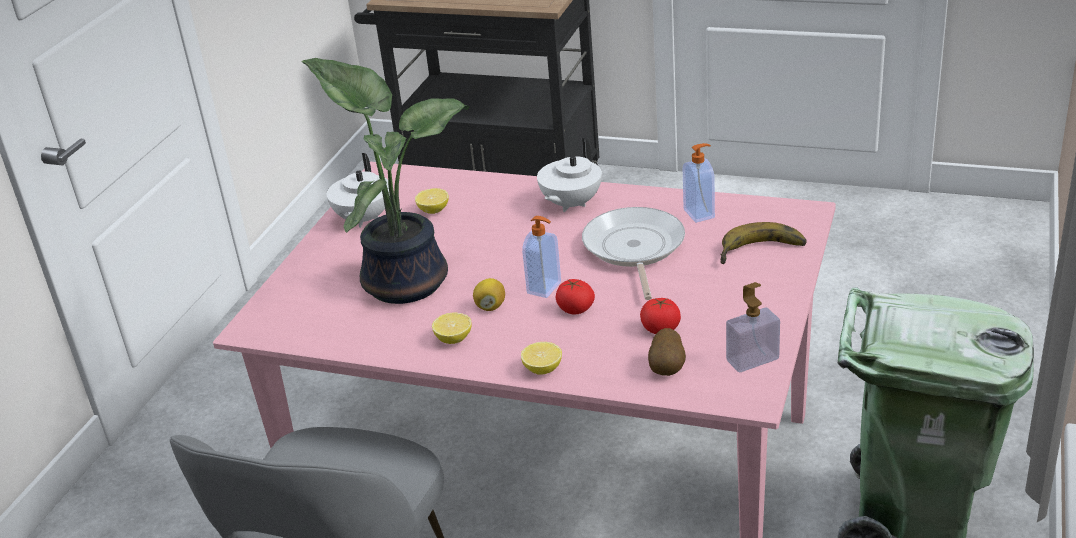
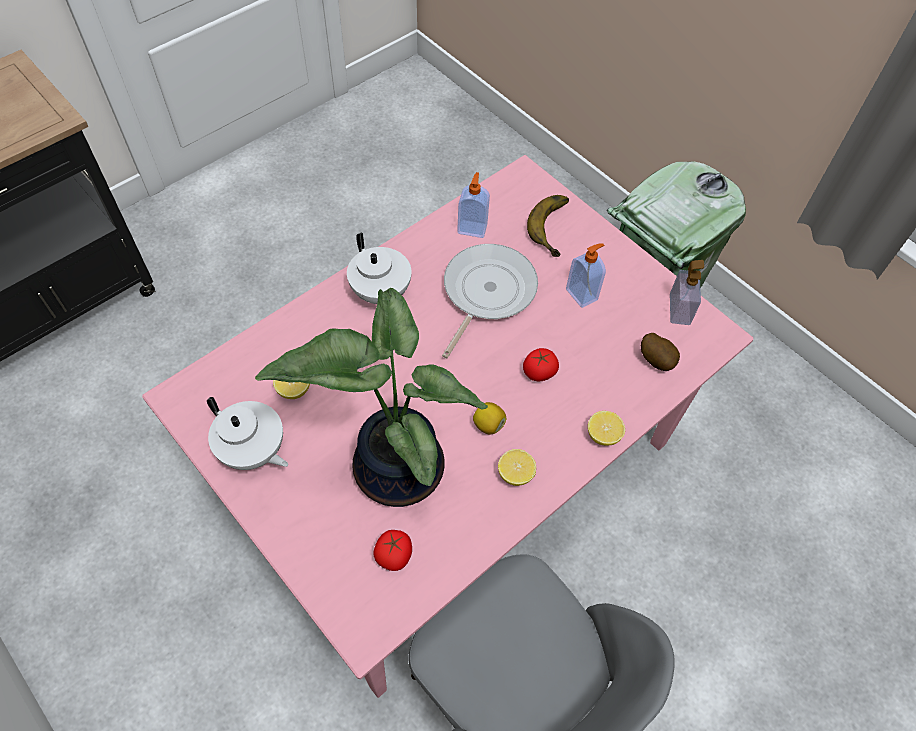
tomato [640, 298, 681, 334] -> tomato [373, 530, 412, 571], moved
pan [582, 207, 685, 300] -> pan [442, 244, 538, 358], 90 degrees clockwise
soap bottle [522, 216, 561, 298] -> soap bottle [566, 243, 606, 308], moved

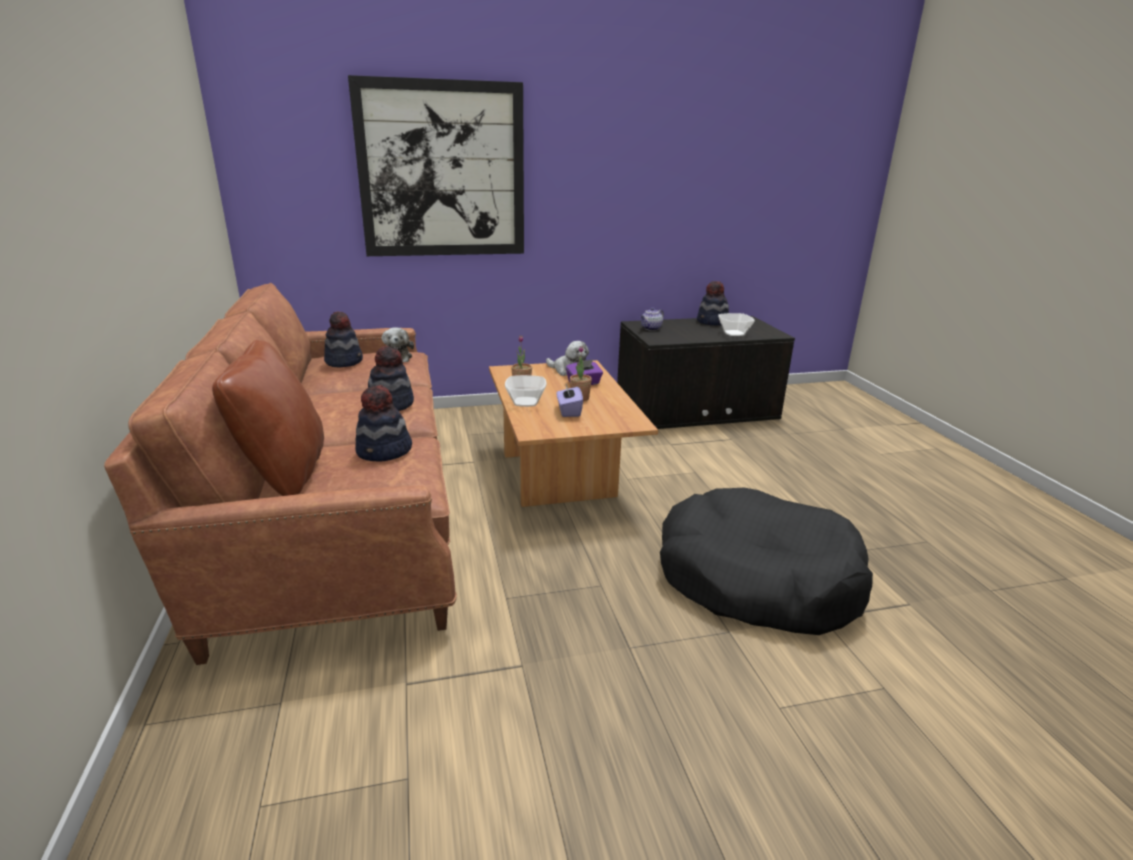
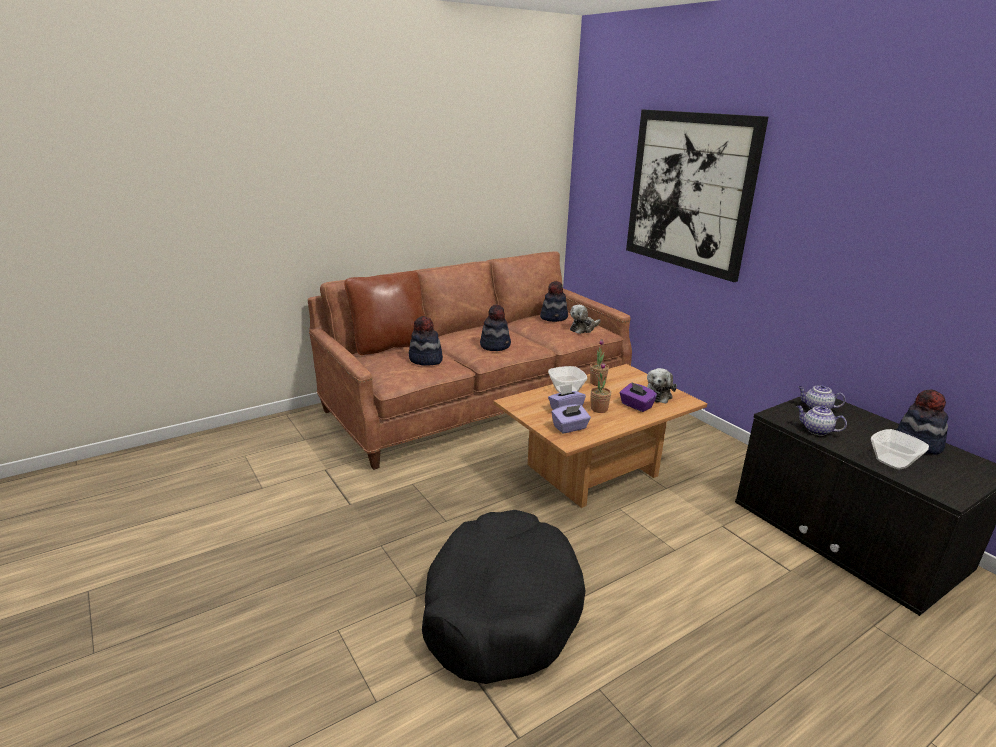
none -> purple-coloured box of tissues [552, 404, 591, 434]
none -> tea pot [797, 405, 847, 436]

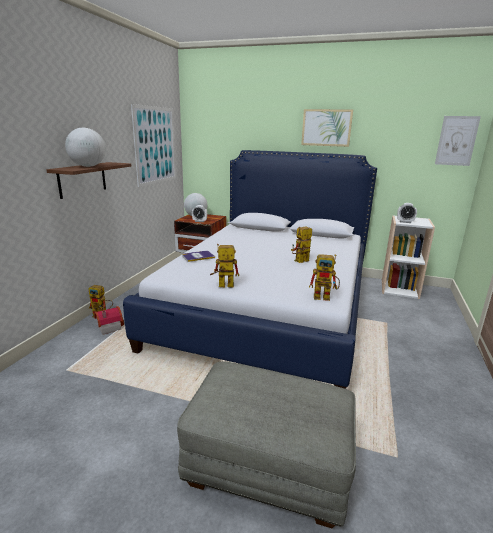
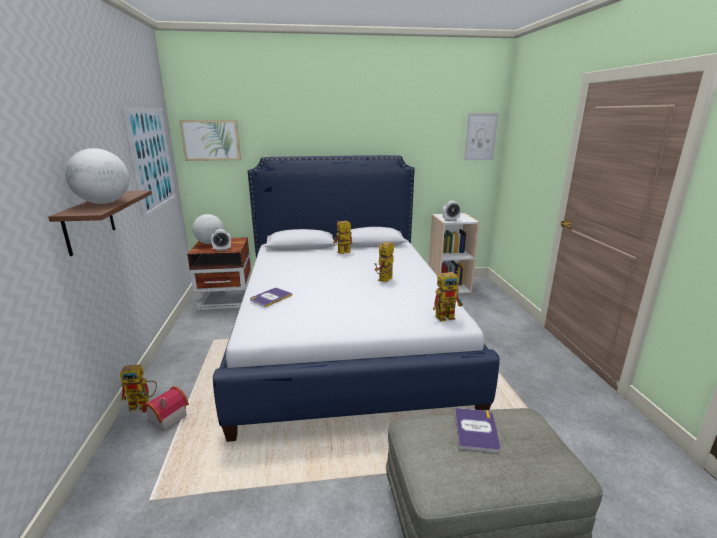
wall picture [301, 109, 353, 147] -> wall picture [179, 120, 241, 161], moved
toy robot [210, 244, 239, 288] -> toy robot [333, 221, 353, 254], moved
none -> bound book [454, 408, 501, 453]

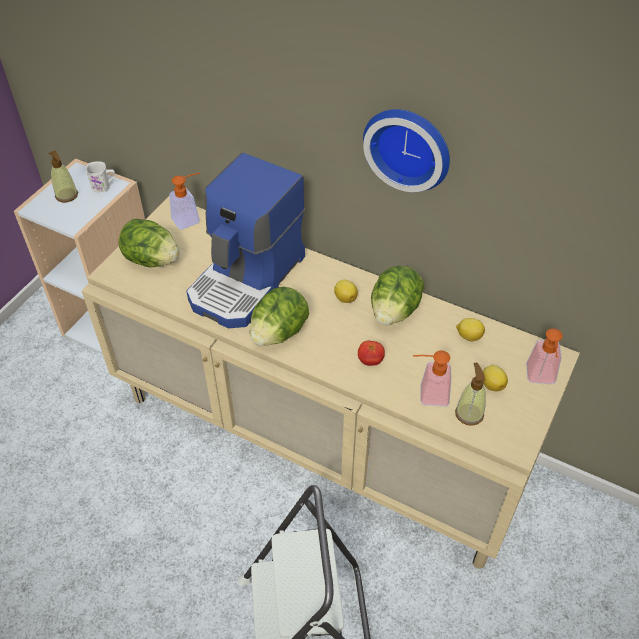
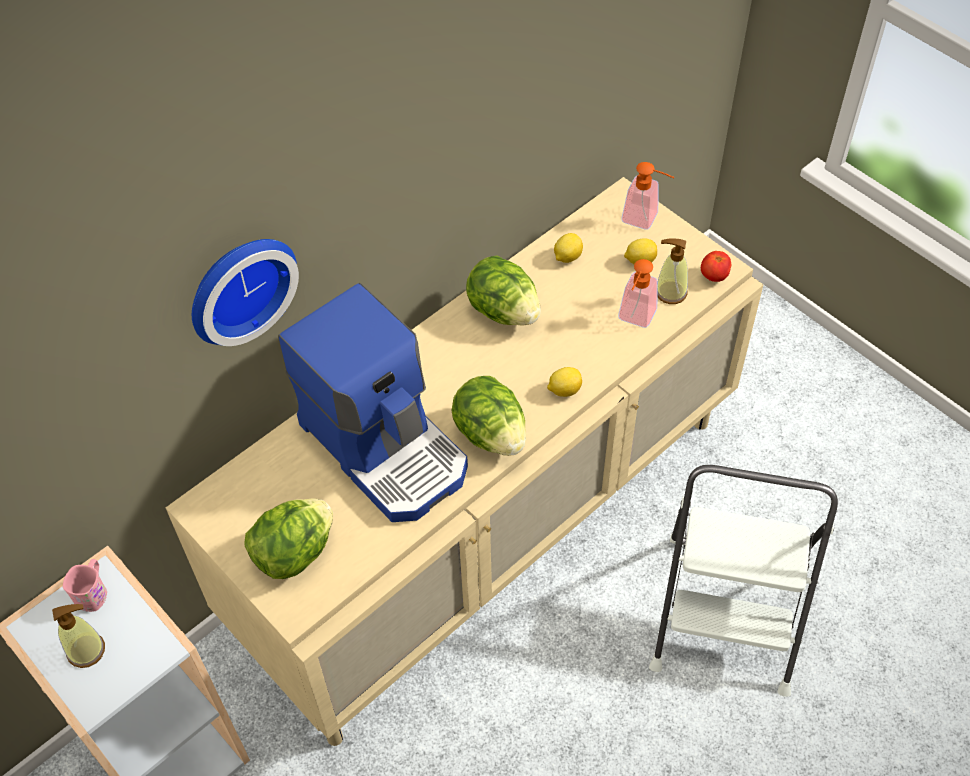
white-coloured tea mug [86, 161, 115, 192] -> pink-coloured tea mug [63, 559, 107, 612]
wall clock [363, 109, 450, 192] -> wall clock [192, 239, 299, 346], moved
citrus fruit [334, 280, 358, 303] -> citrus fruit [547, 367, 582, 397], moved
tomato [358, 341, 385, 366] -> tomato [701, 251, 731, 282], moved
soap bottle [169, 173, 200, 230] -> none

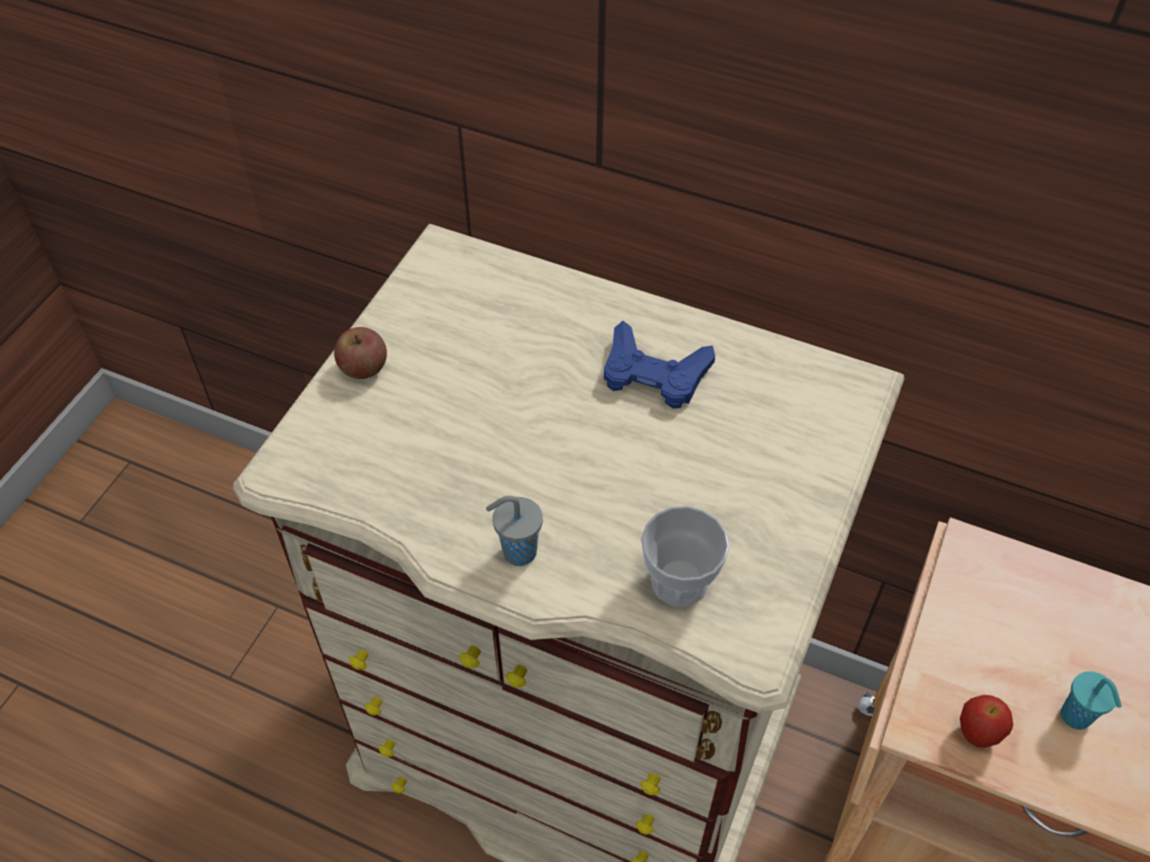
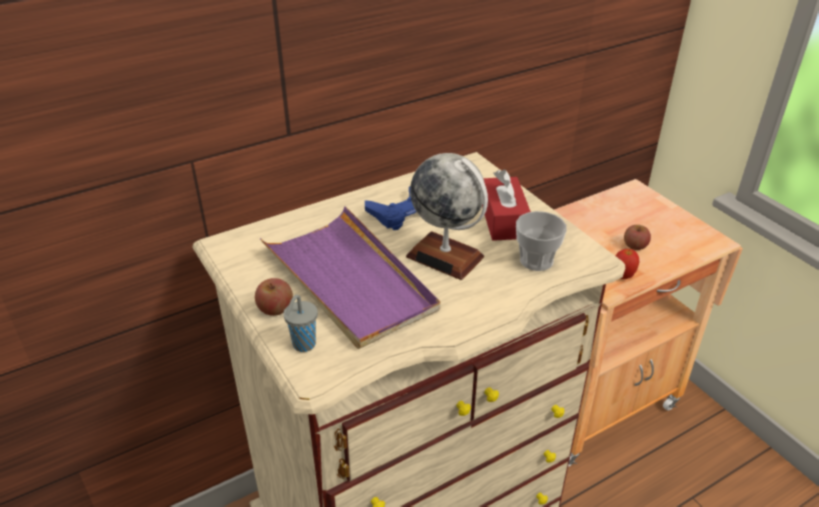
none -> purple-coloured tray [260, 206, 440, 349]
greyish drinking cup [486, 496, 543, 566] -> greyish drinking cup [283, 295, 318, 352], moved
none -> desk globe [406, 153, 488, 280]
none -> reddish box of tissues [482, 169, 531, 241]
blue-green drinking cup [1061, 672, 1122, 730] -> apple [624, 225, 651, 250]

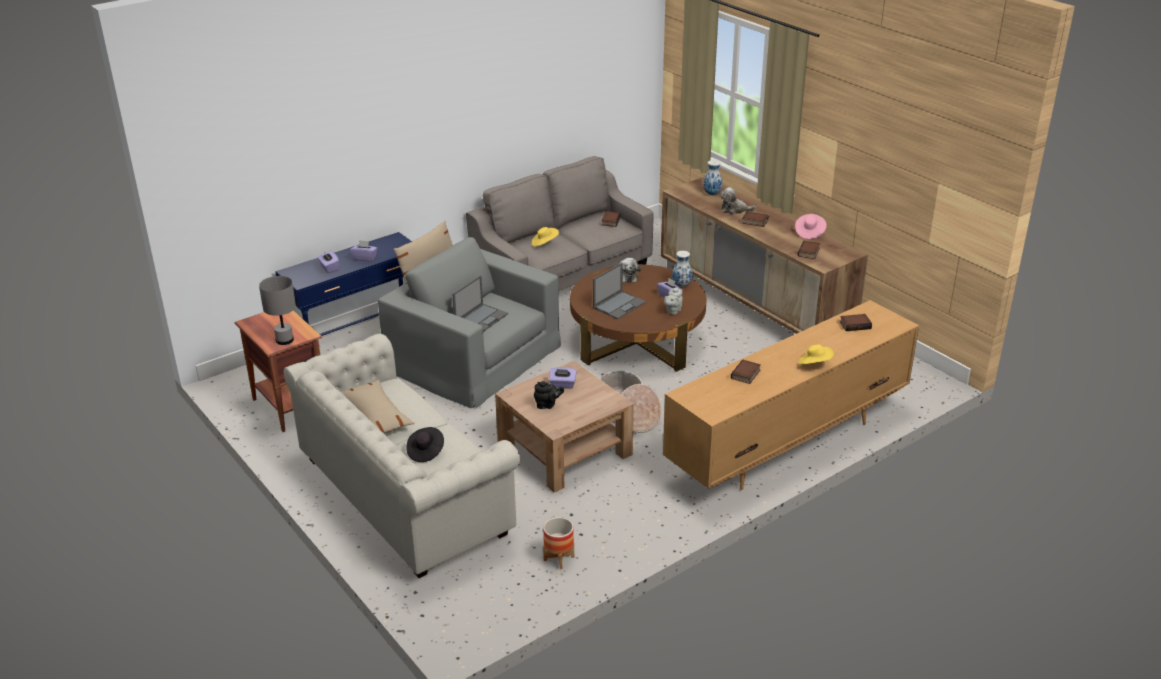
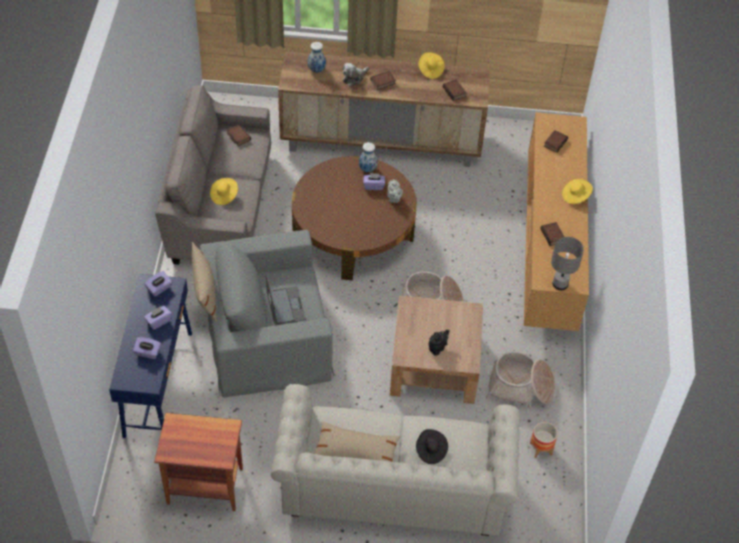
purple-coloured box of tissues [549, 367, 577, 389] -> purple-coloured box of tissues [144, 271, 172, 297], moved
pink-coloured hat [795, 214, 827, 239] -> yellow hat [418, 52, 445, 79]
none -> household basket [486, 351, 555, 409]
greyish lamp for a table [259, 276, 296, 345] -> greyish lamp for a table [551, 237, 584, 290], moved
laptop [593, 263, 646, 319] -> none
plush toy [620, 258, 641, 283] -> none

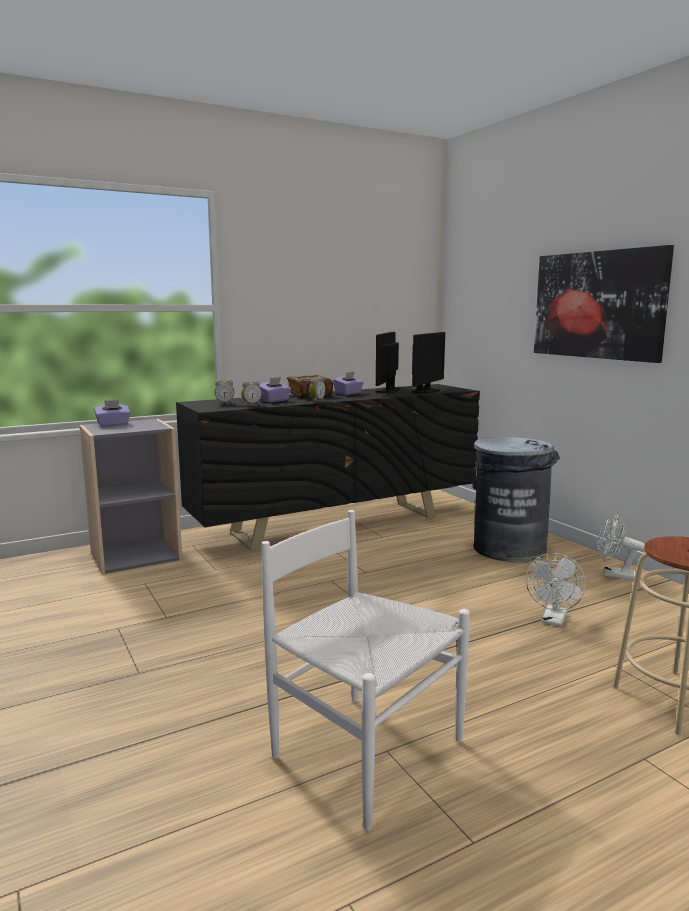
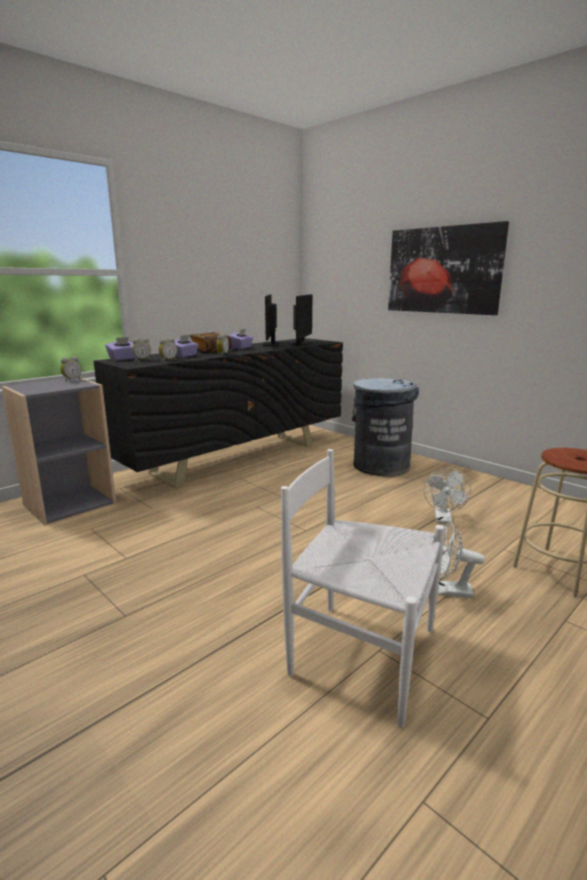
none -> table clock [60, 356, 81, 381]
purple-coloured box of tissues [94, 400, 130, 427] -> purple-coloured box of tissues [105, 337, 136, 360], moved
white-coloured cooling fan [597, 515, 645, 580] -> white-coloured cooling fan [432, 522, 485, 598], moved

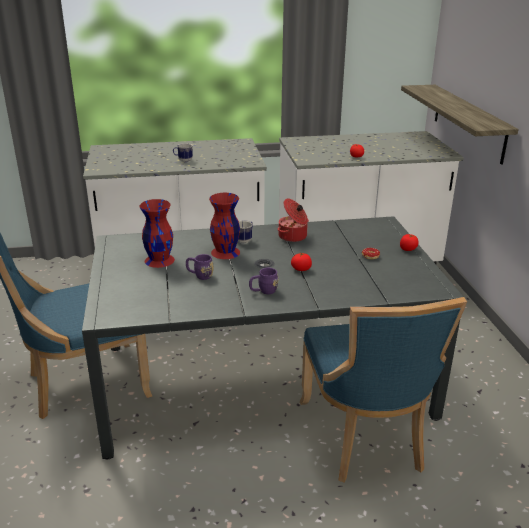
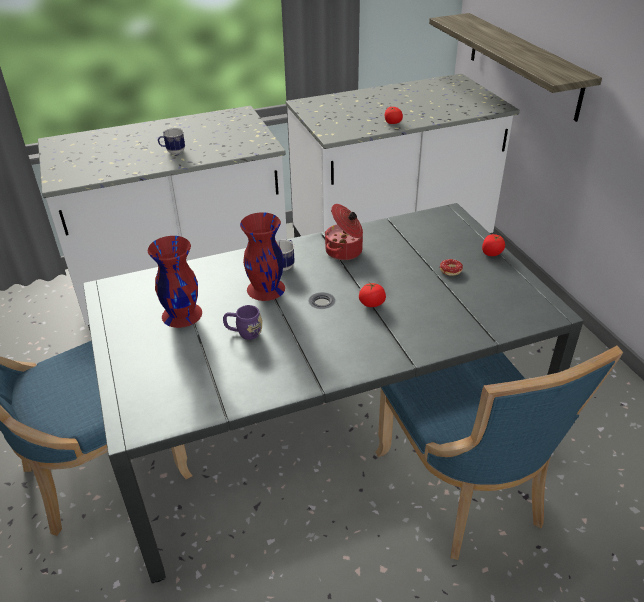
purple-coloured tea mug [249, 268, 279, 294] -> none

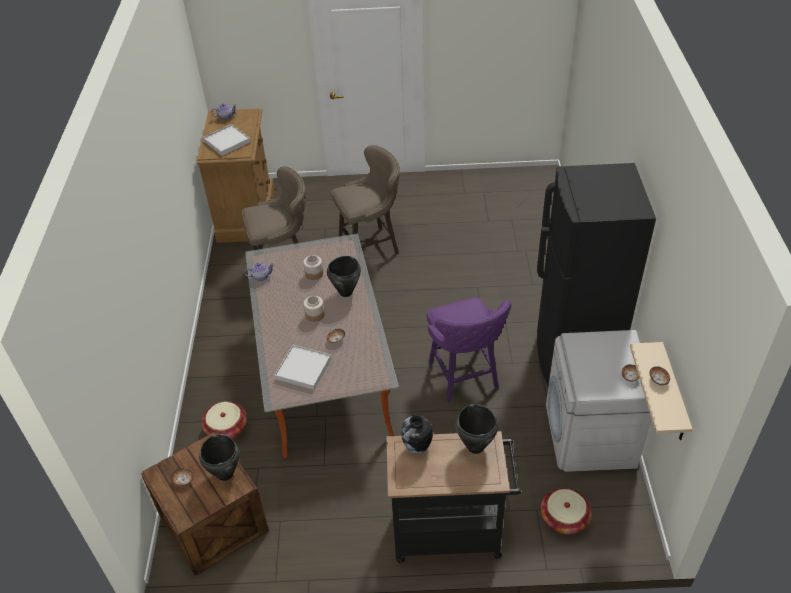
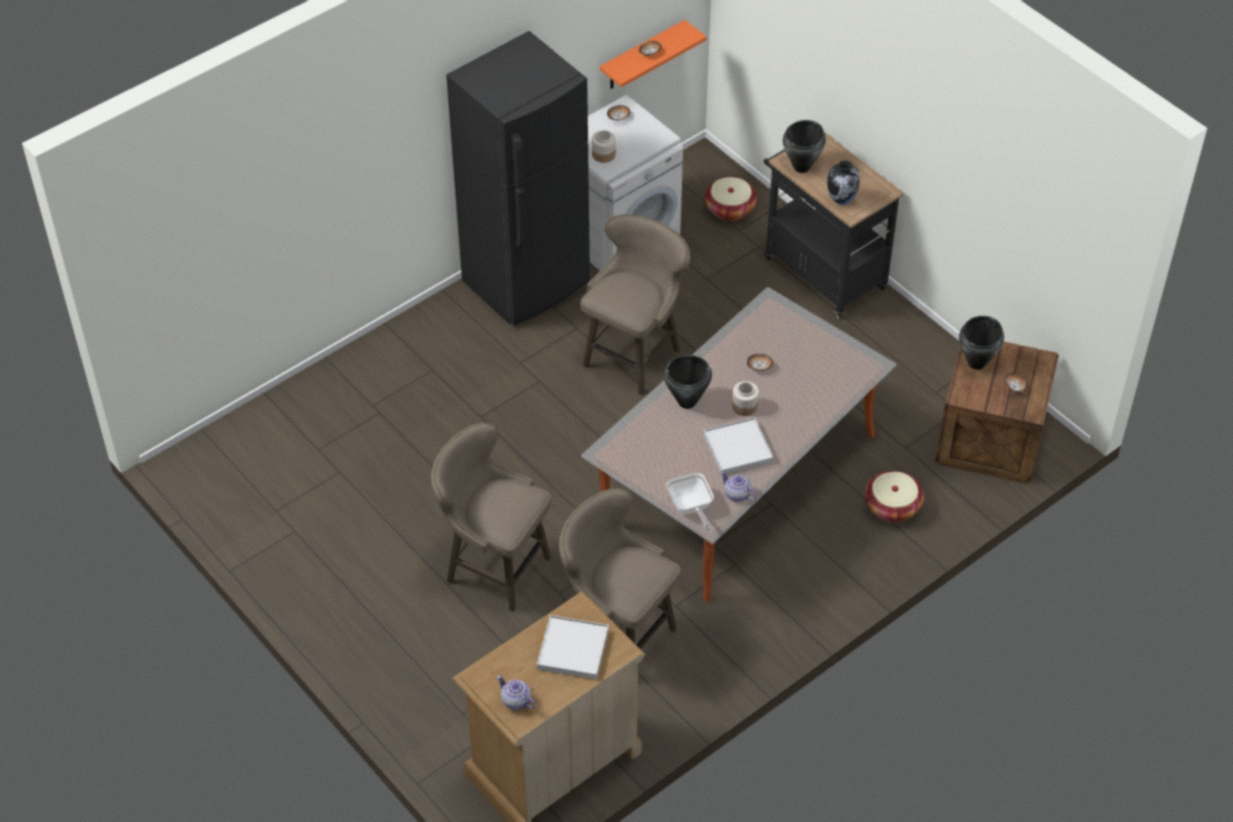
purple-coloured sitting stool [427, 298, 512, 402] -> beige-coloured sitting stool [580, 214, 690, 395]
jar [303, 255, 323, 280] -> jar [592, 130, 616, 163], moved
beige-coloured bracket shelf [630, 342, 693, 440] -> orangey bracket shelf [600, 20, 707, 89]
none -> pan [666, 473, 714, 531]
white-coloured tray [275, 345, 331, 390] -> white-coloured tray [704, 417, 774, 474], moved

